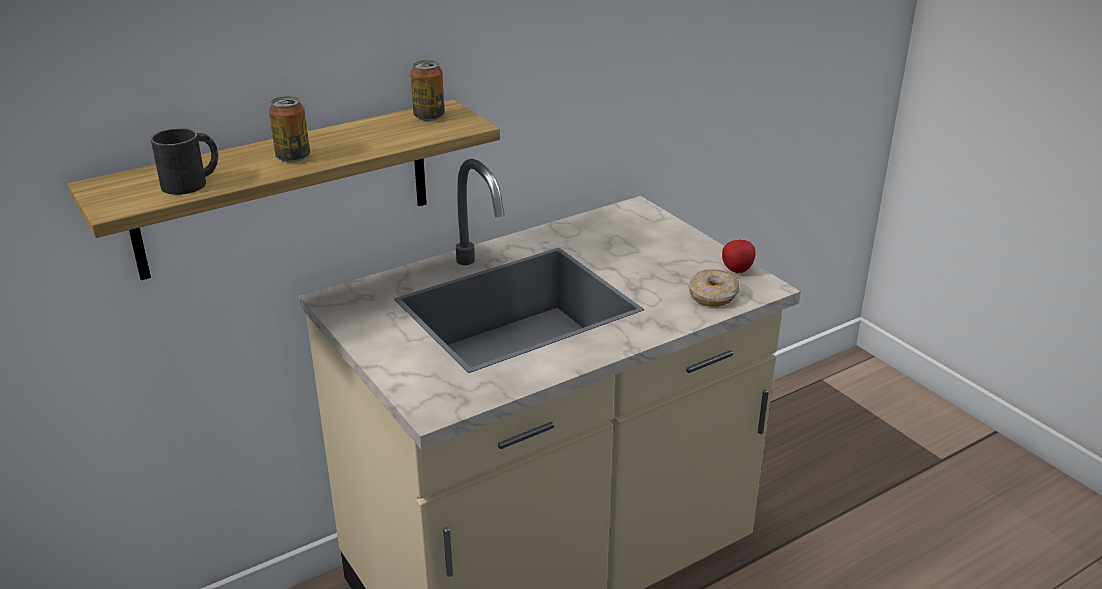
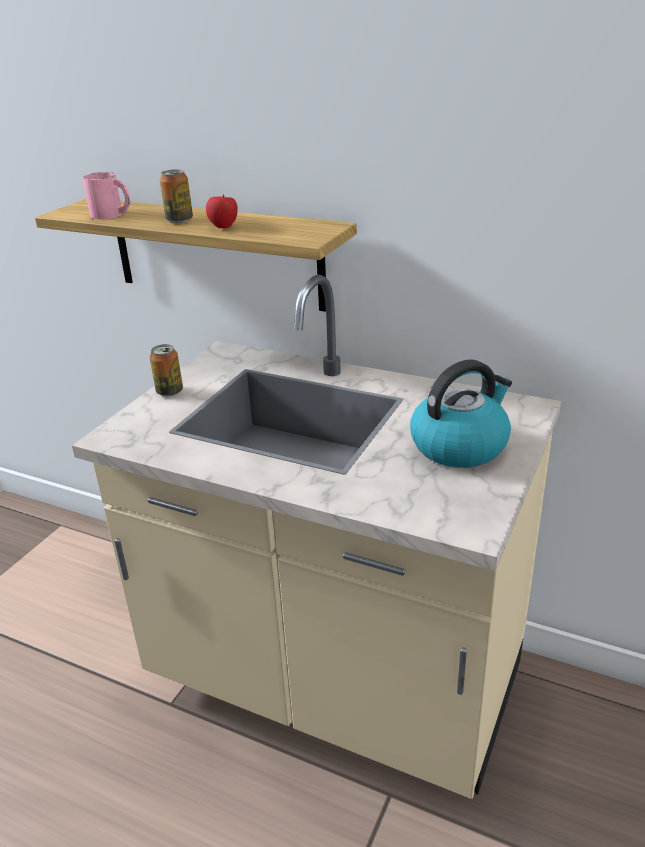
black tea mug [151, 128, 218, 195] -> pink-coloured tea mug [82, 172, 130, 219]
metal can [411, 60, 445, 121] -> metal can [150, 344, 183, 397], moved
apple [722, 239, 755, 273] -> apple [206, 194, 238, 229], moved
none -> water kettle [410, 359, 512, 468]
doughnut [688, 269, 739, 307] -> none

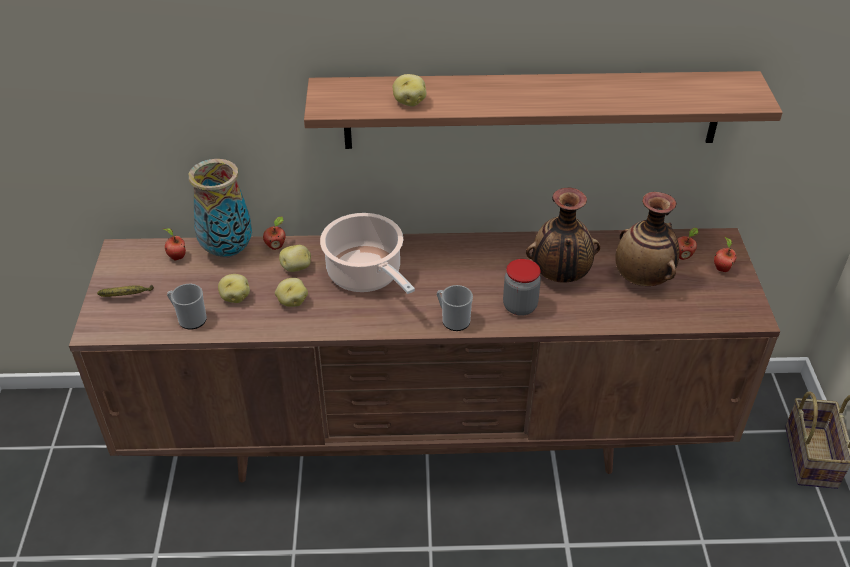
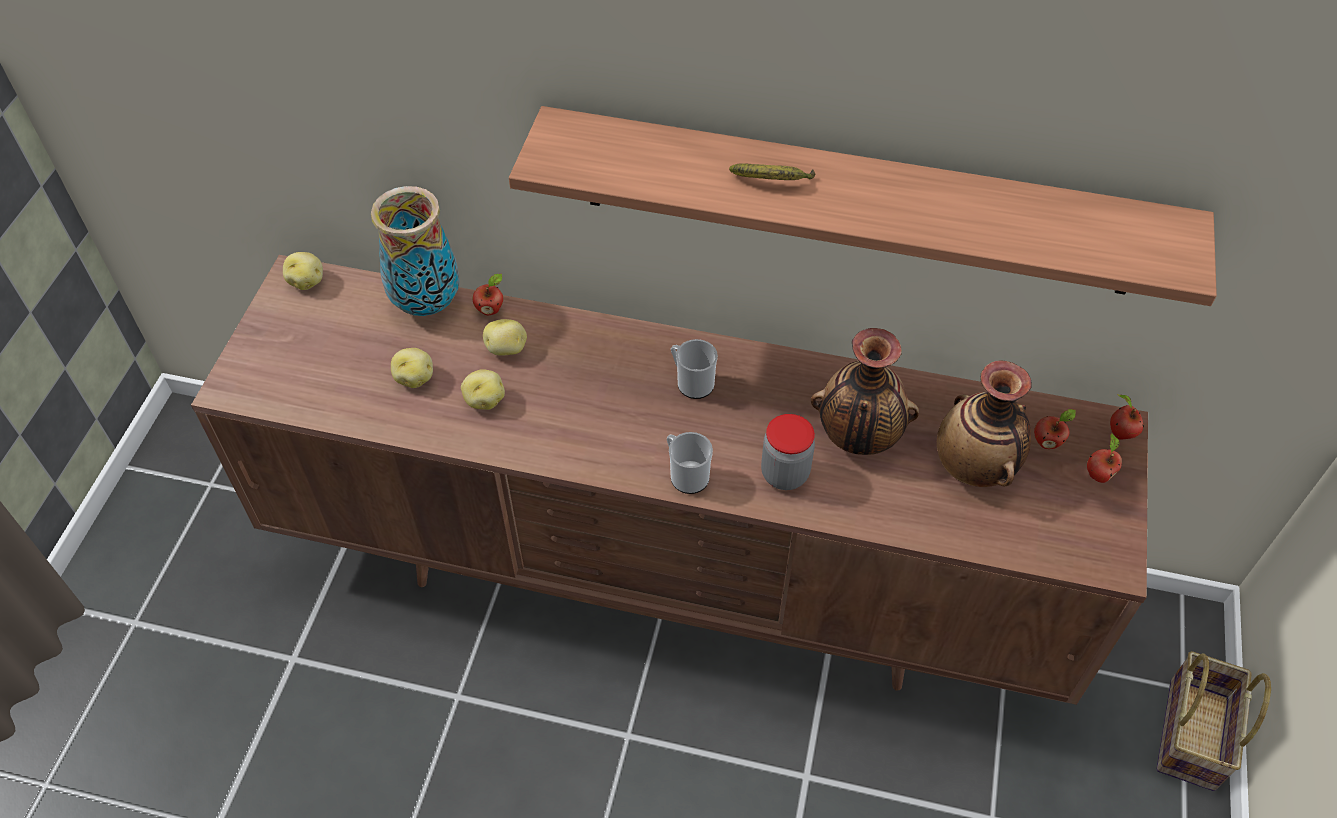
whole potato [393, 74, 427, 107] -> whole potato [283, 252, 323, 290], moved
tea mug [167, 284, 207, 330] -> tea mug [671, 339, 718, 399], moved
whole banana [97, 285, 154, 297] -> whole banana [729, 163, 816, 180], moved
apple [163, 229, 186, 260] -> apple [1110, 394, 1144, 440], moved
saucepot [320, 213, 415, 294] -> none

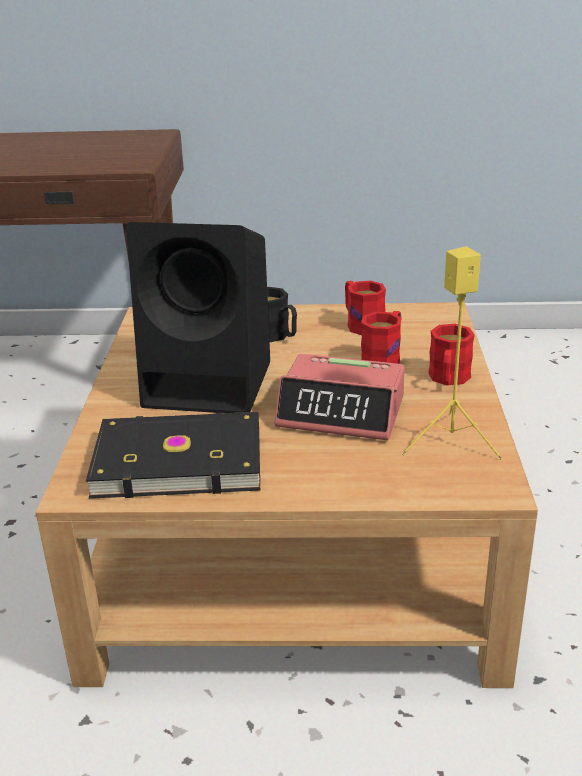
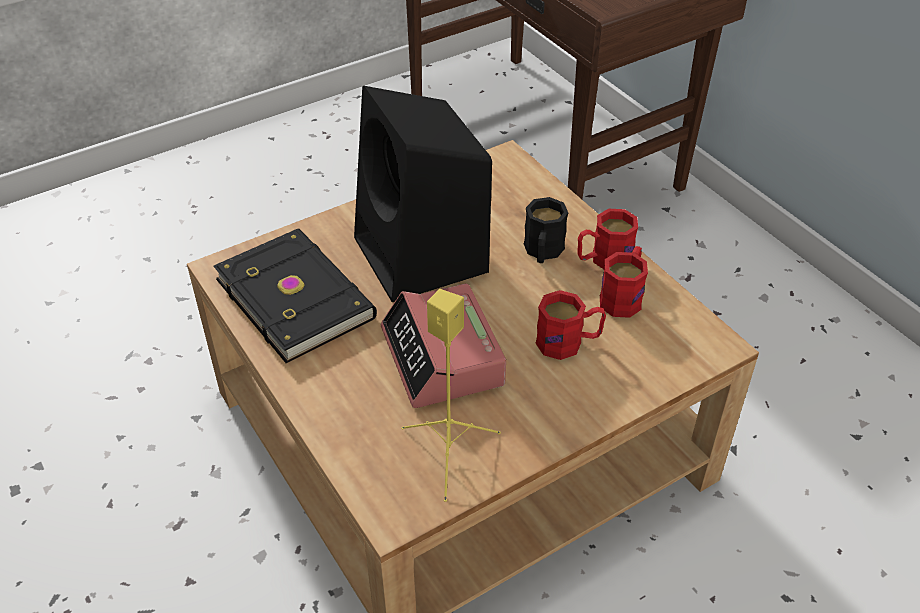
reddish tea mug [428, 324, 475, 386] -> reddish tea mug [577, 209, 638, 269], moved

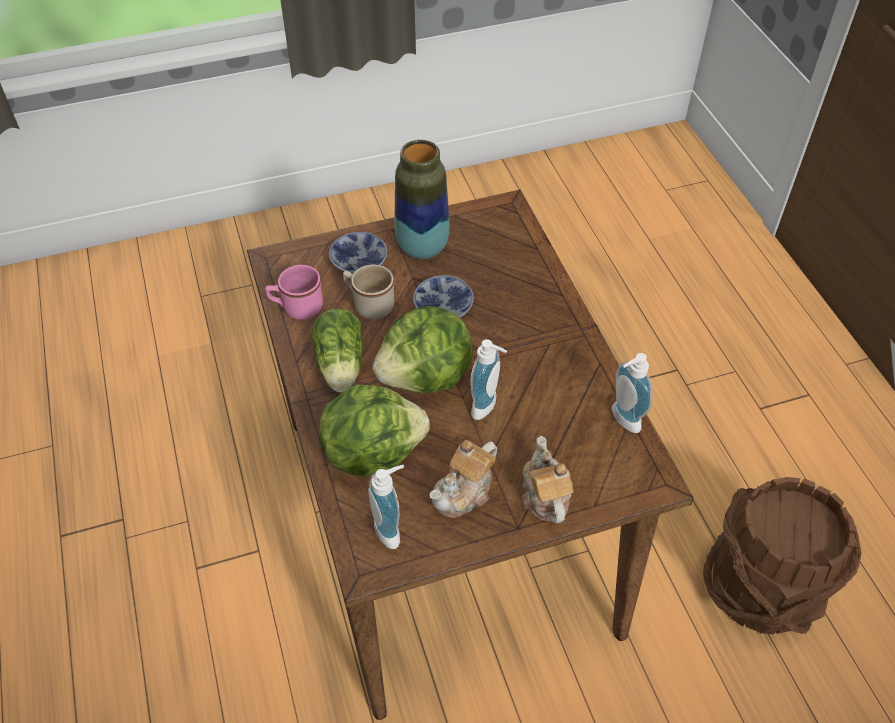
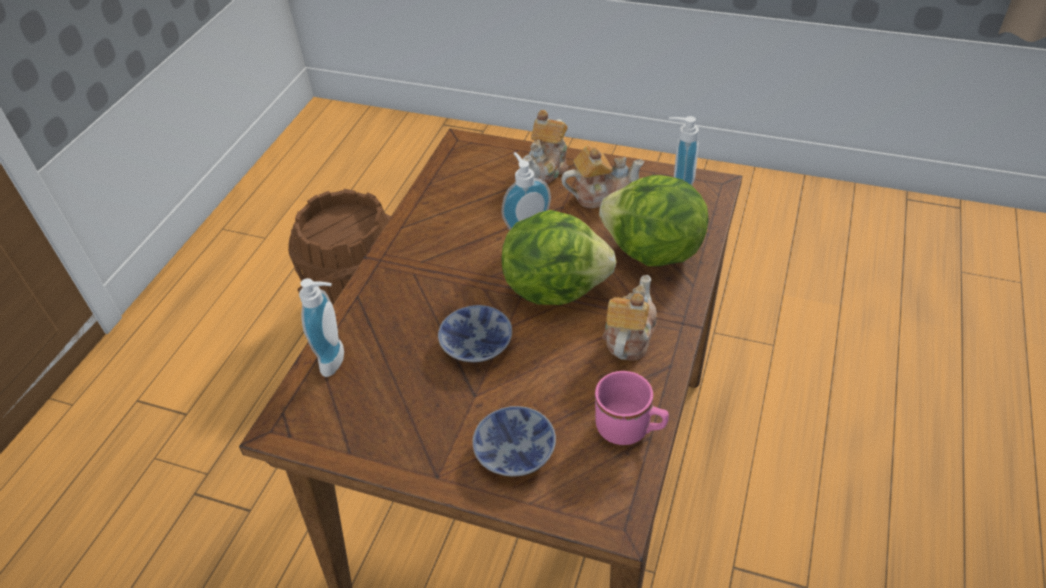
soap bottle [612, 353, 653, 433] -> soap bottle [299, 278, 344, 377], moved
lettuce [312, 309, 363, 392] -> tea pot [602, 275, 657, 361]
beige-coloured tea mug [343, 264, 394, 319] -> none
flower vase [395, 140, 449, 259] -> none

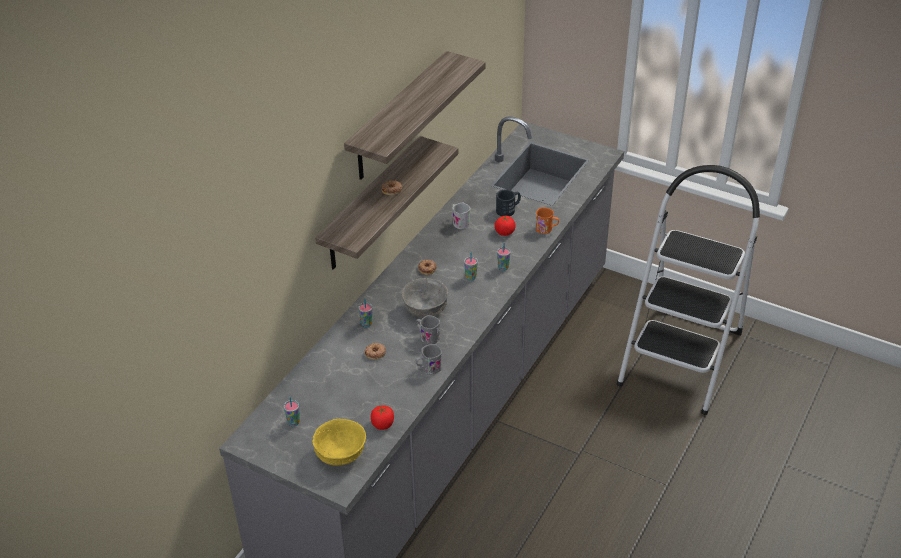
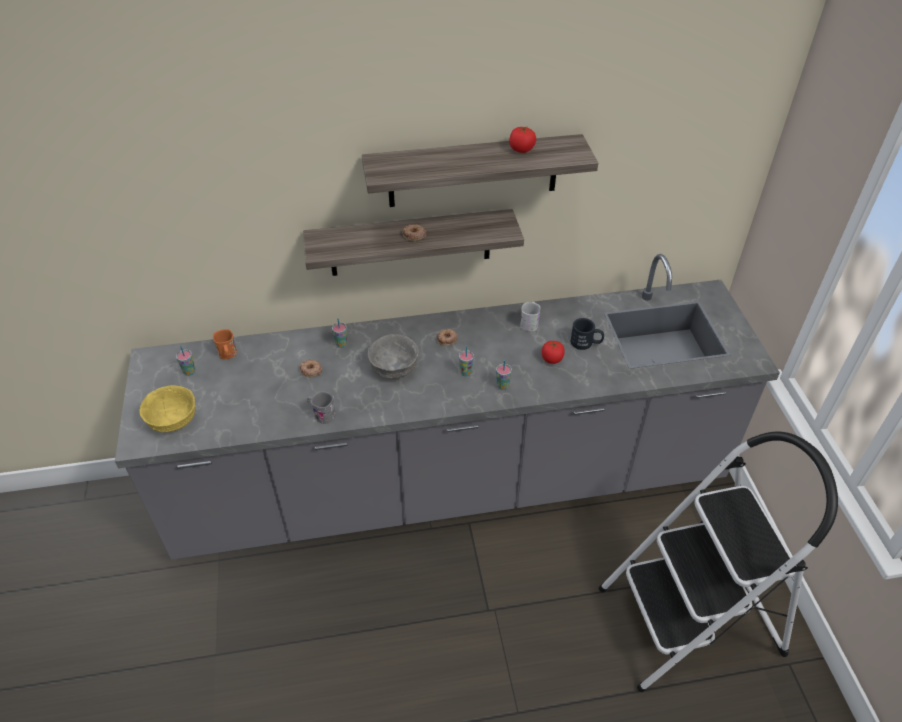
orangey tea mug [536, 207, 559, 234] -> orangey tea mug [213, 329, 237, 359], moved
tomato [371, 405, 394, 430] -> tomato [509, 127, 536, 153], moved
greyish tea mug [416, 315, 440, 345] -> none

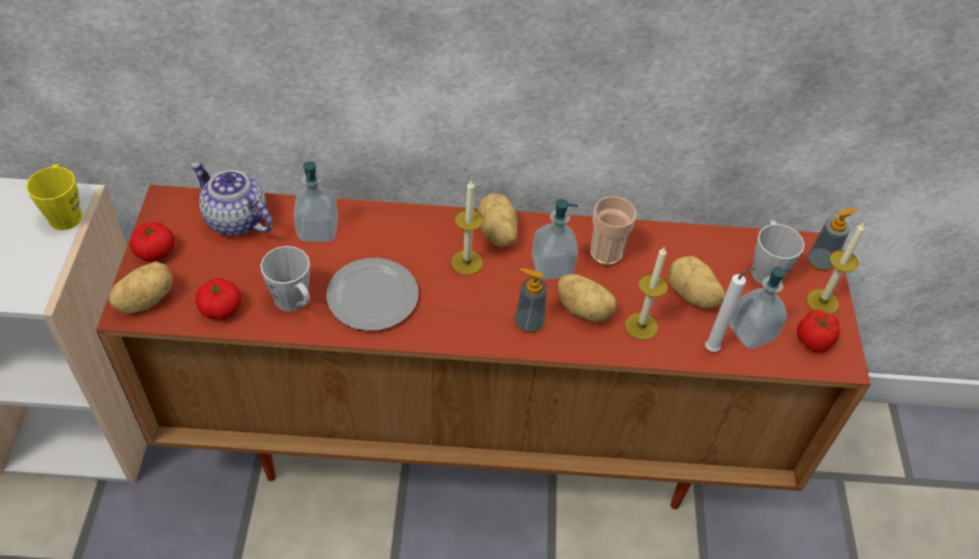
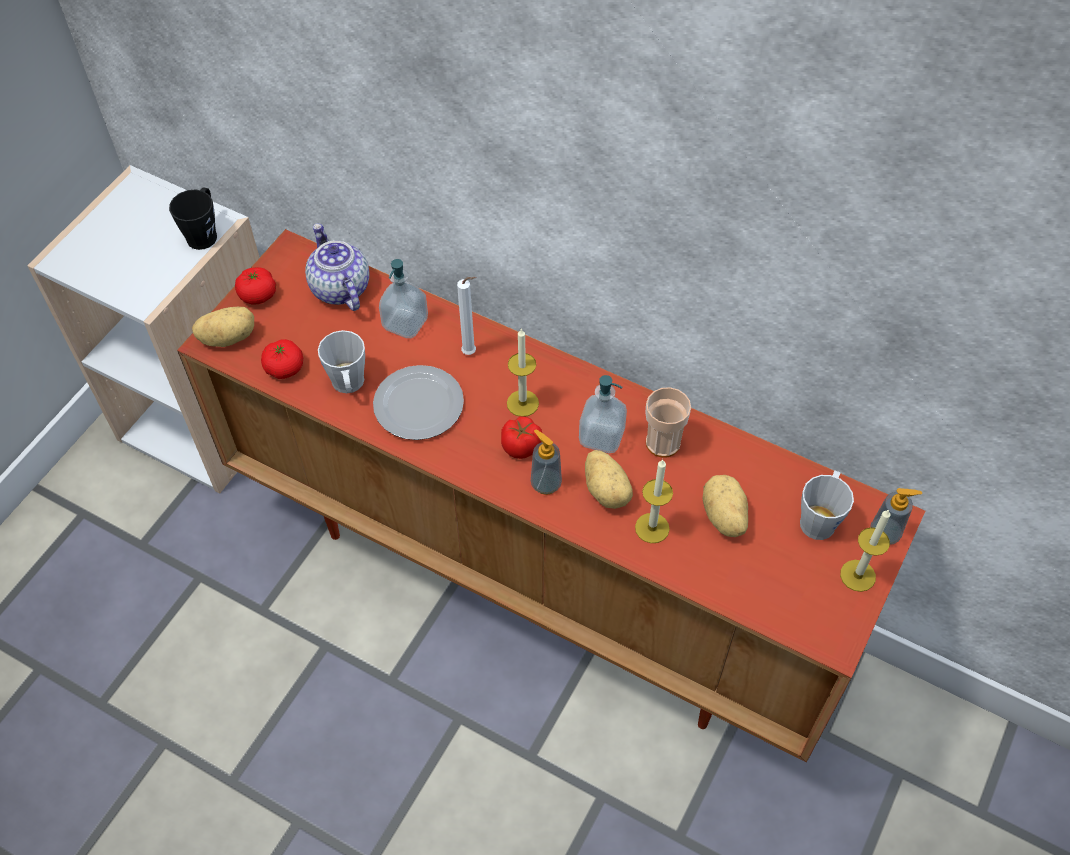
yellow tea mug [26, 164, 82, 230] -> black tea mug [169, 187, 217, 250]
white-coloured wax light [705, 268, 756, 352] -> white-coloured wax light [457, 277, 476, 355], moved
tomato [797, 310, 840, 353] -> tomato [501, 416, 542, 459], moved
whole potato [478, 194, 518, 247] -> none
soap bottle [729, 267, 791, 349] -> none

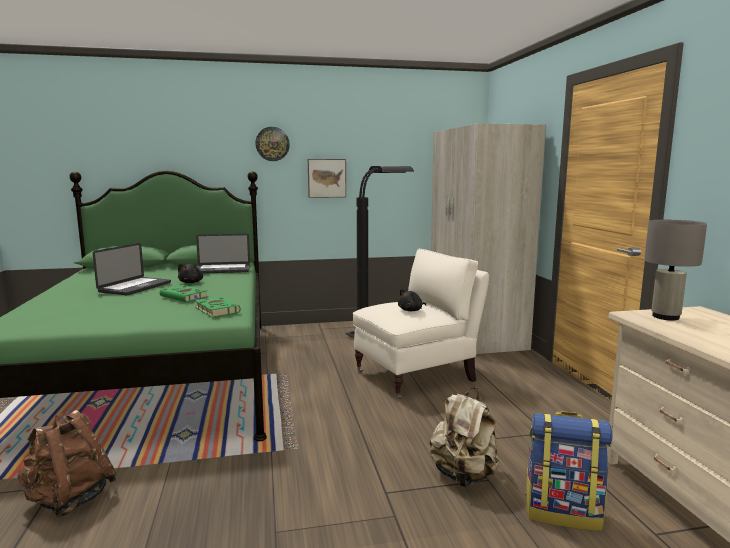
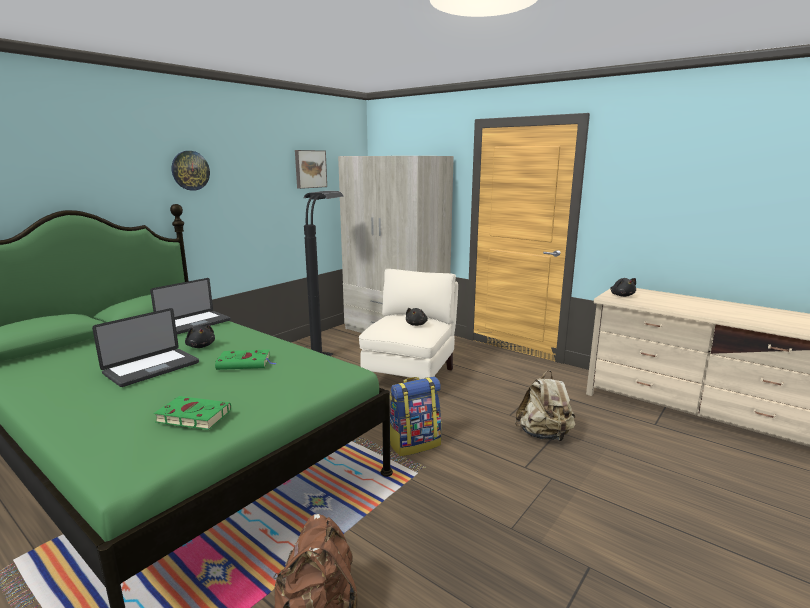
laptop [93, 243, 171, 295] -> laptop [92, 308, 199, 387], 60 degrees clockwise
green-coloured bound book [195, 296, 241, 317] -> green-coloured bound book [154, 396, 231, 430], moved
wall picture [308, 159, 346, 198] -> wall picture [295, 150, 327, 189], moved
knapsack [525, 411, 613, 531] -> knapsack [390, 376, 442, 457], moved
greyish lamp for a table [645, 220, 707, 321] -> black plush toy [610, 278, 636, 297]

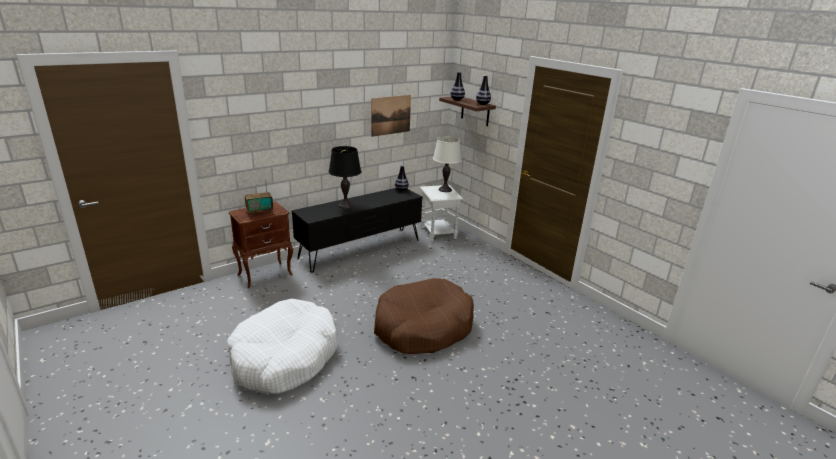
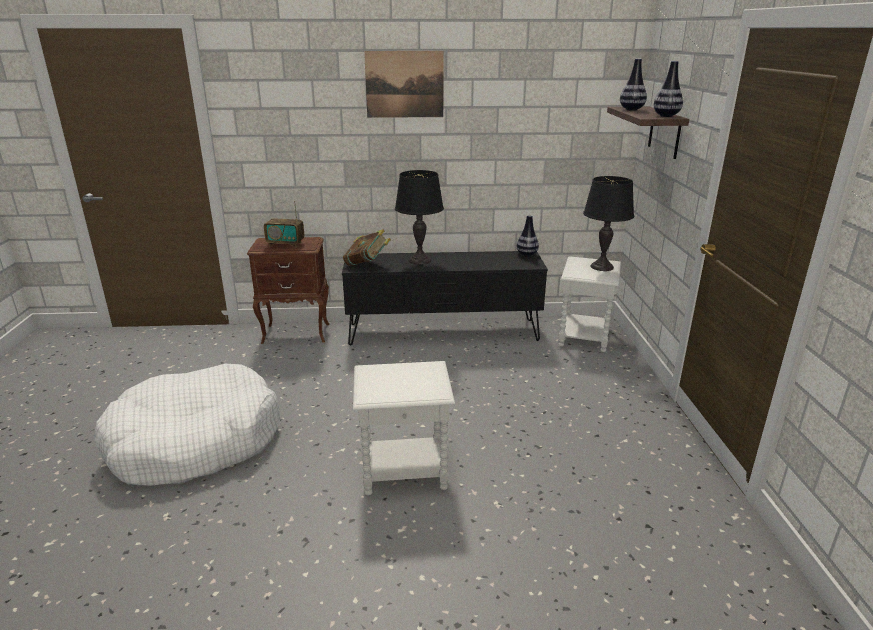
none -> bound book [343, 229, 391, 266]
brown dog cushion [374, 278, 474, 354] -> white-coloured accent table [353, 361, 455, 495]
wall picture [371, 95, 411, 137] -> wall picture [364, 51, 444, 118], moved
white-coloured lamp for a table [433, 137, 462, 192] -> black lamp for a table [583, 176, 634, 271]

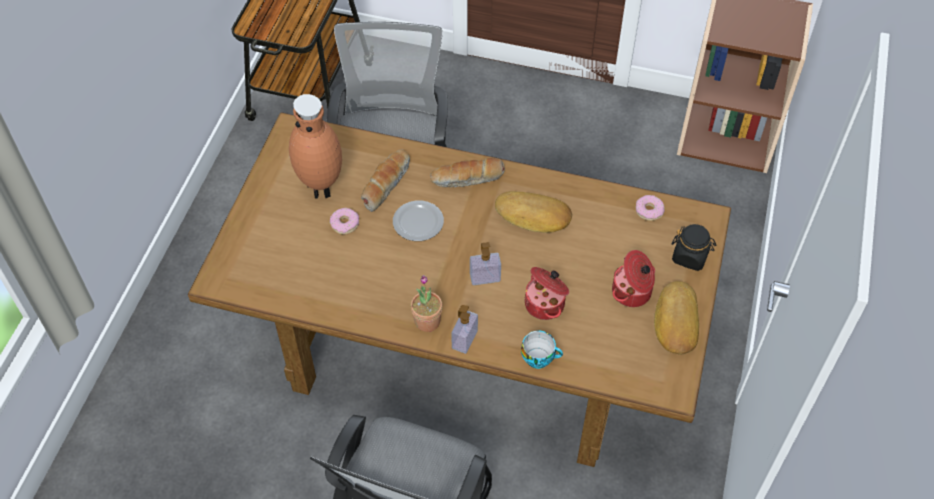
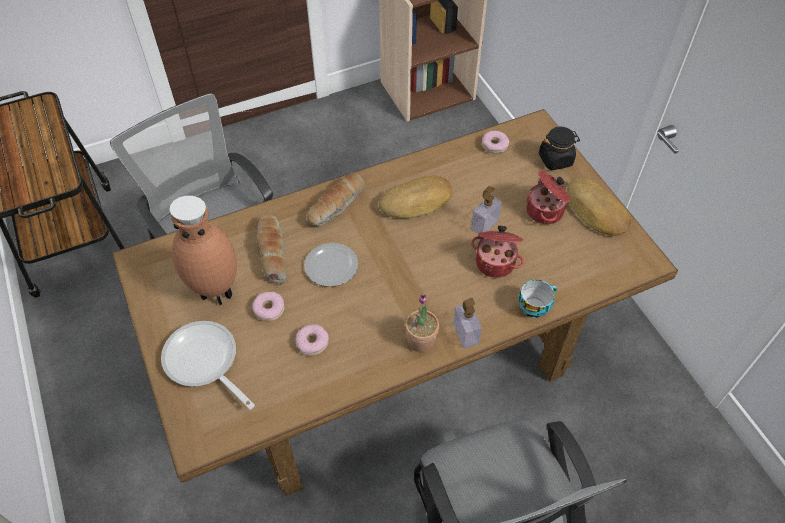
none -> pan [161, 321, 255, 410]
none -> doughnut [295, 324, 329, 356]
soap bottle [470, 242, 501, 285] -> soap bottle [471, 186, 502, 234], moved

